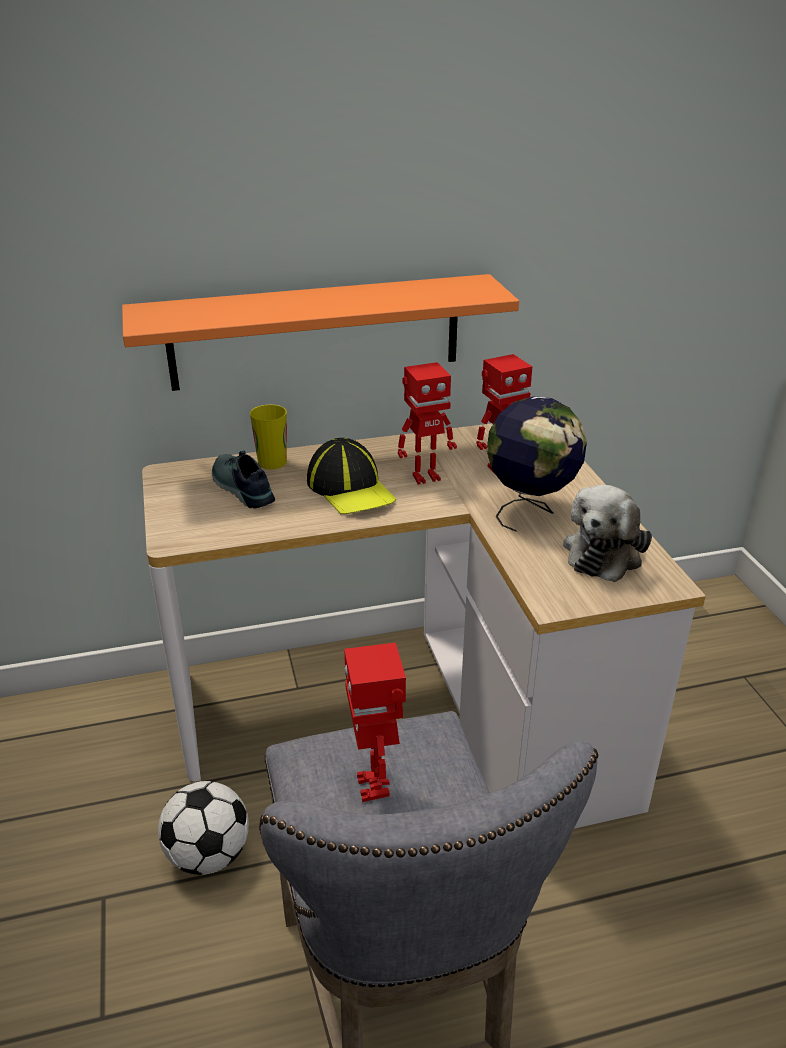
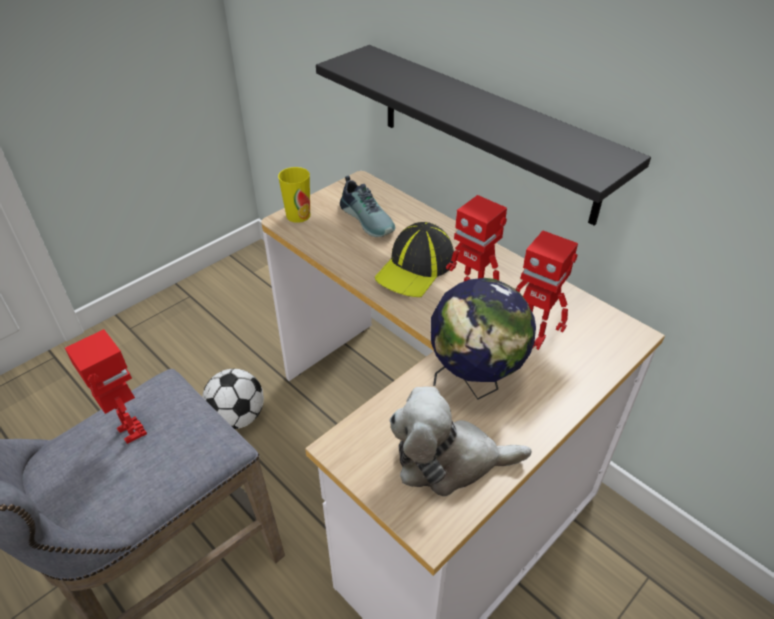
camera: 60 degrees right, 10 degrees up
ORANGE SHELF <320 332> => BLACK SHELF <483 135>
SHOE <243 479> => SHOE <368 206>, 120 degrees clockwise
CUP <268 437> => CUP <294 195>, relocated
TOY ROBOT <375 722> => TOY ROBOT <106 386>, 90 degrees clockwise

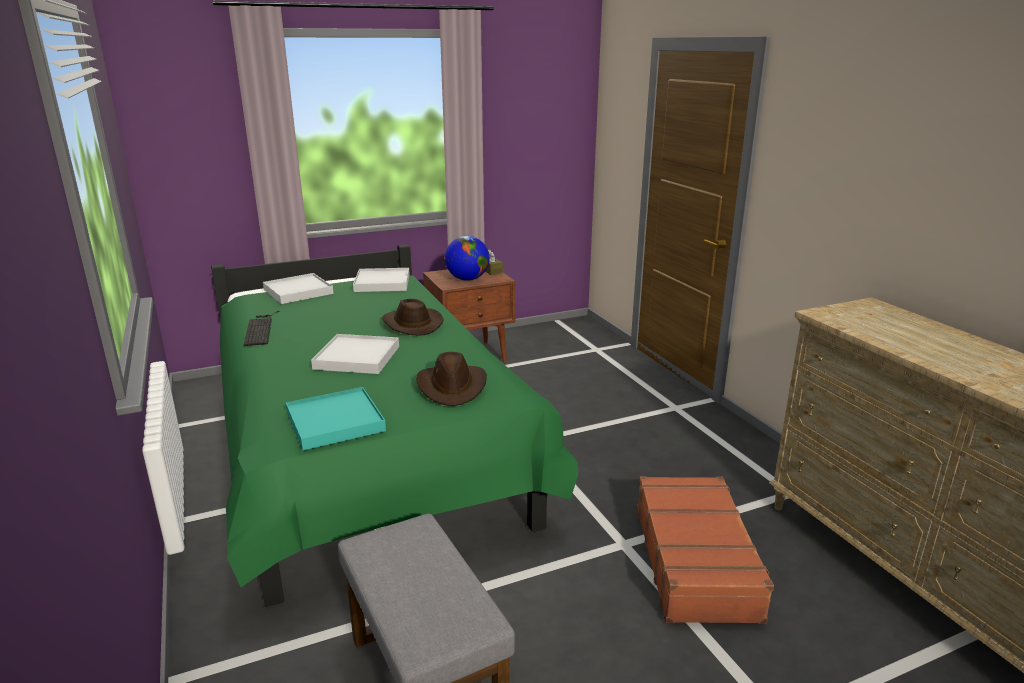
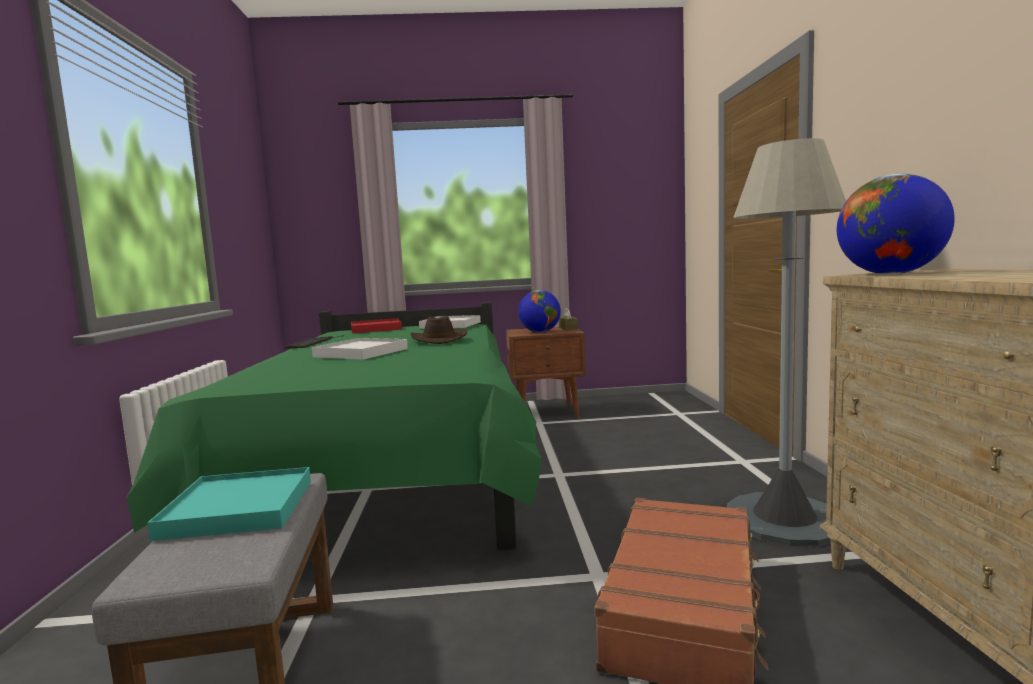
camera: 20 degrees right, 15 degrees down
WHITE TRAY <298 288> => RED TRAY <376 325>
TURQUOISE TRAY <336 418> => TURQUOISE TRAY <229 504>, relocated
BROWN HAT <451 379> => nothing
nothing => GREY FLOOR LAMP <786 342>
nothing => GLOBE <896 224>

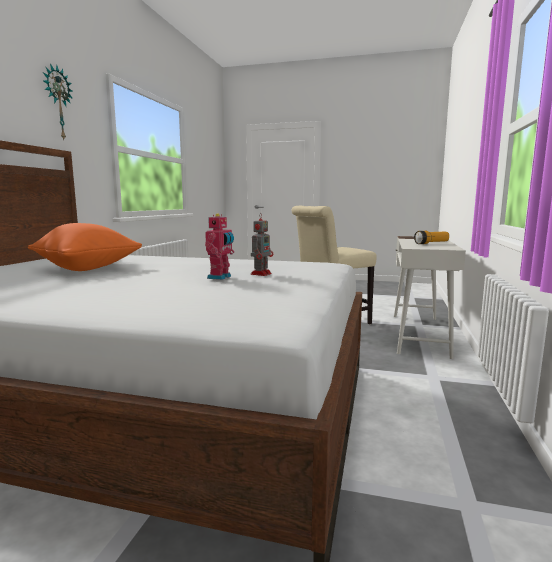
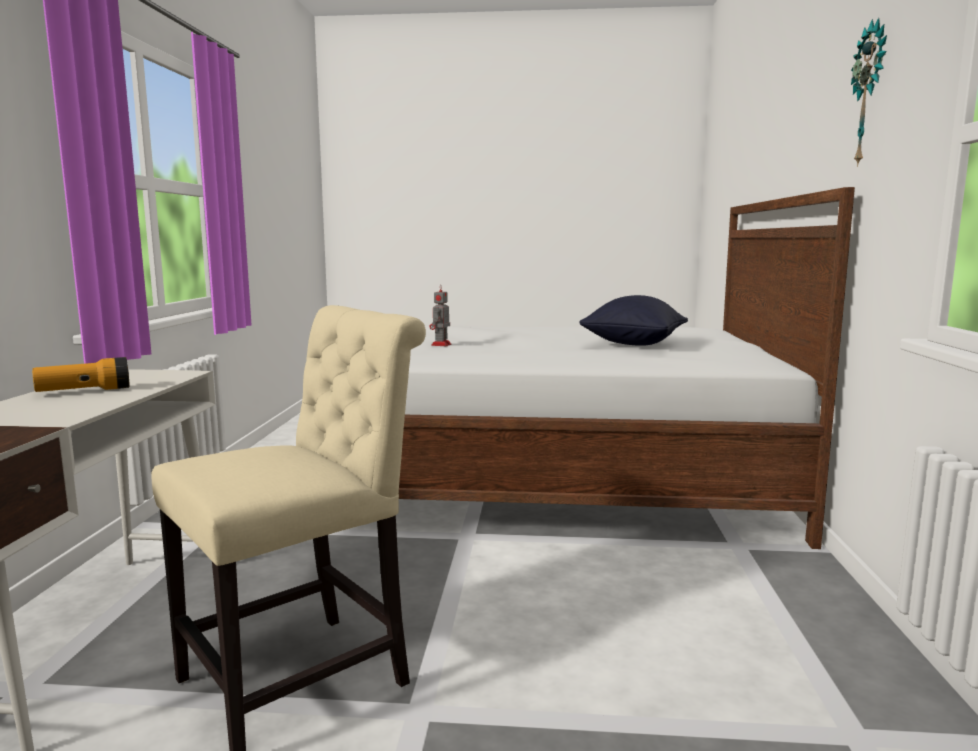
camera: 170 degrees right, 0 degrees up
ORANGE PILLOW <85 247> => BLACK PILLOW <633 320>
TOY ROBOT <219 246> => nothing

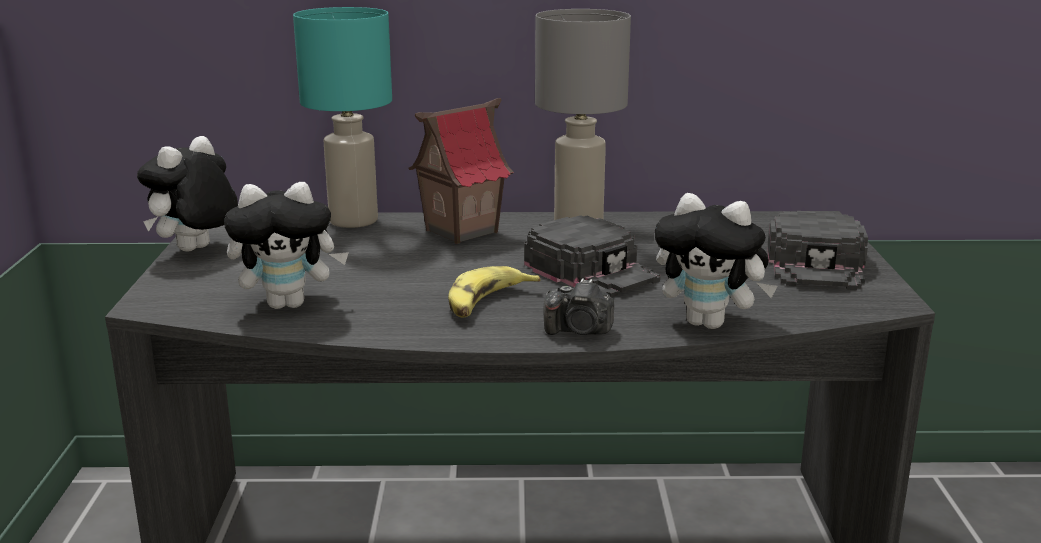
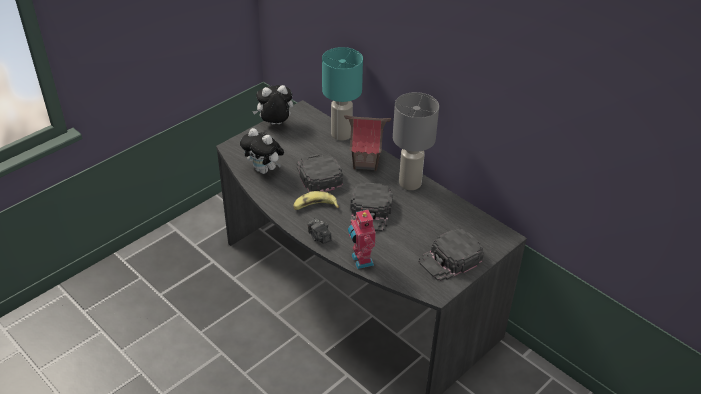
camera: 45 degrees right, 20 degrees up
PLUSH TOY <716 261> => TOY ROBOT <362 238>
nothing => BLACK CAP <320 173>

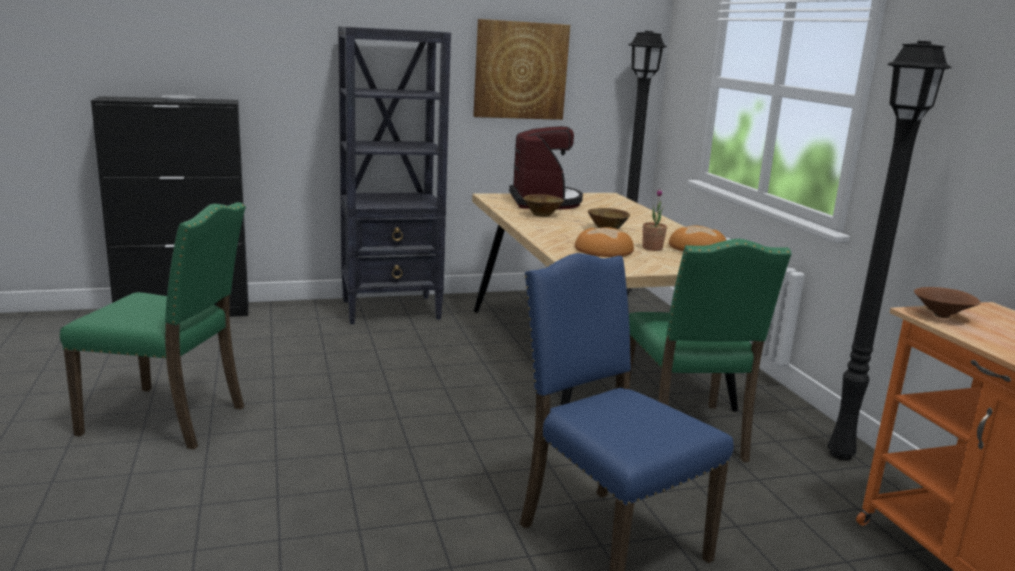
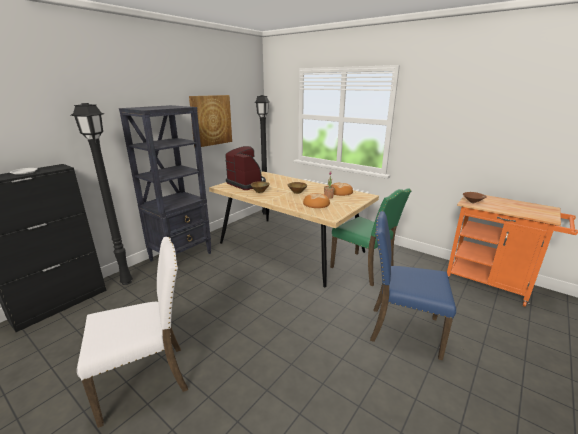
camera: 35 degrees left, 5 degrees up
GREEN CHAIR <153 325> => WHITE CHAIR <132 332>
BLACK FLOOR LAMP <889 250> => BLACK FLOOR LAMP <102 194>, relocated

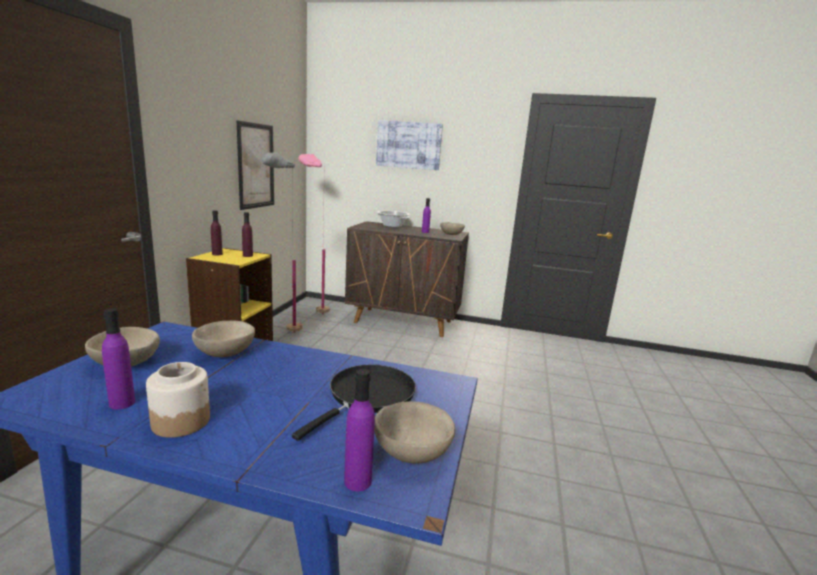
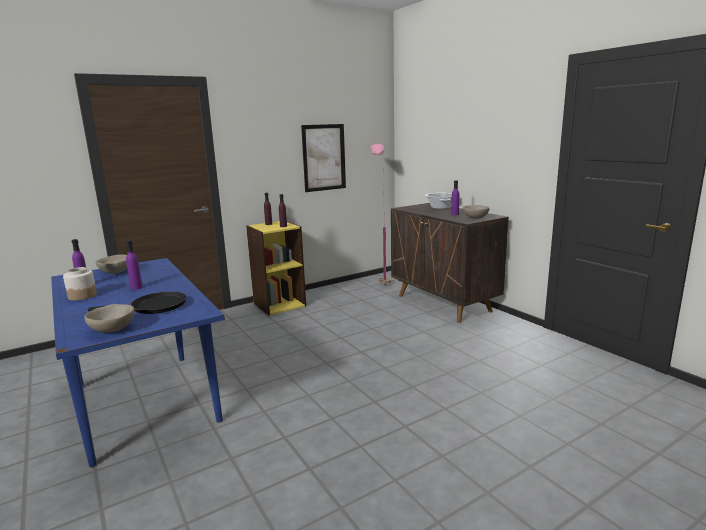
camera: 45 degrees right, 0 degrees up
BEIGE BOWL <223 339> => nothing
GREY FLOOR LAMP <282 242> => nothing
PURPLE BOTTLE <359 430> => PURPLE BOTTLE <134 265>, relocated
PICTURE <409 145> => nothing

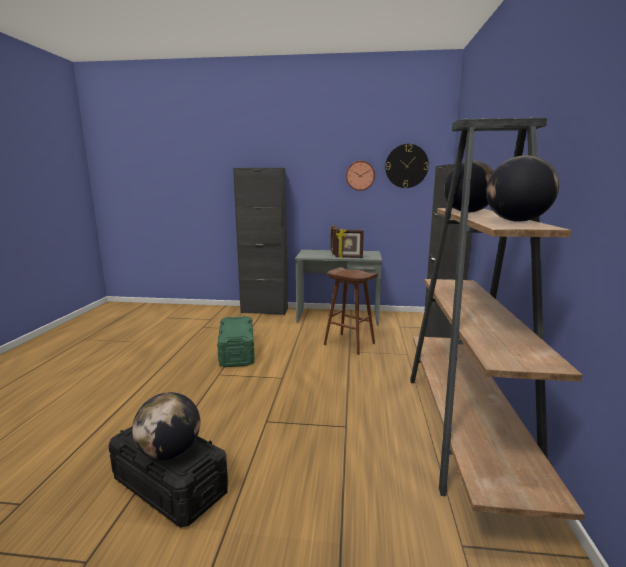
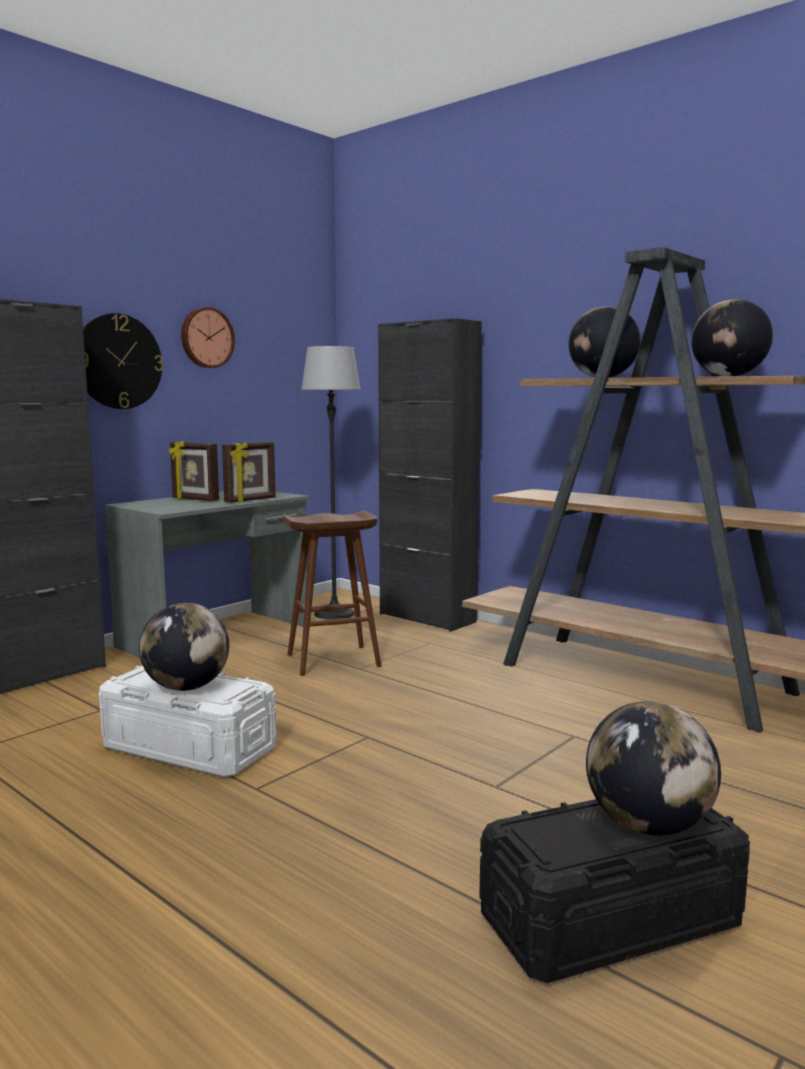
camera: 55 degrees left, 5 degrees down
GREEN STORAGE BOX <236 341> => WHITE STORAGE BOX <188 721>
WALL CLOCK <407 166> => WALL CLOCK <123 361>, relocated
nothing => GLOBE <184 647>
nothing => FLOOR LAMP <331 483>

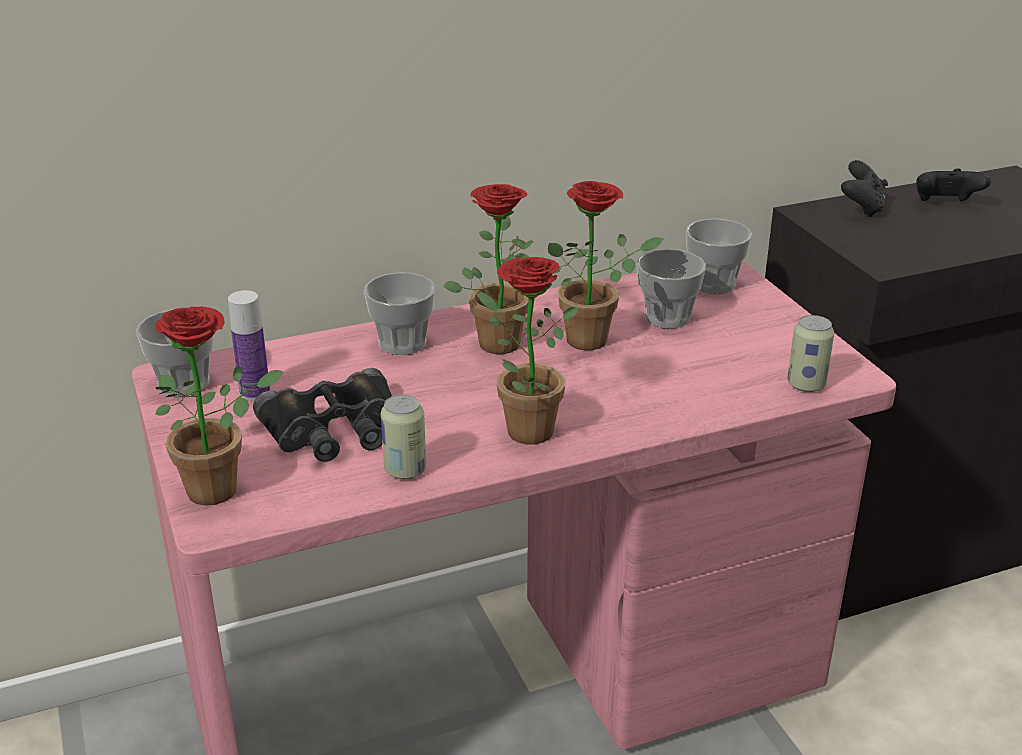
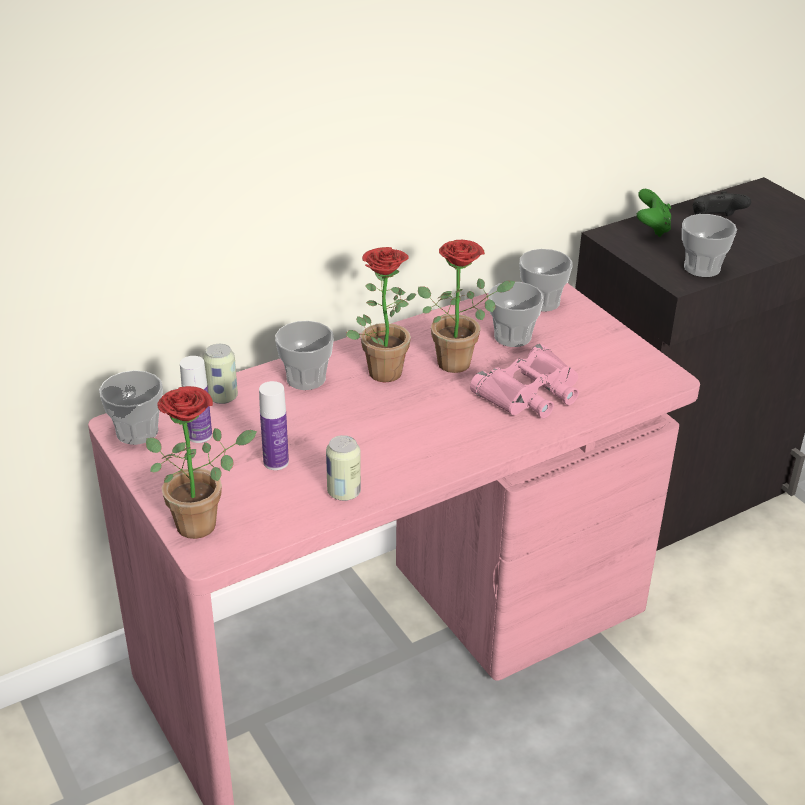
camera: 10 degrees left, 5 degrees up
BLACK BINOCULARS <322 415> => BOTTLE <274 425>
POTTED PLANT <528 351> => nothing
CAN <810 353> => CAN <220 374>, relocated
BLACK GAME CONTROLLER <864 188> => GREEN GAME CONTROLLER <654 213>
nothing => PINK BINOCULARS <524 381>
nothing => CUP <709 245>

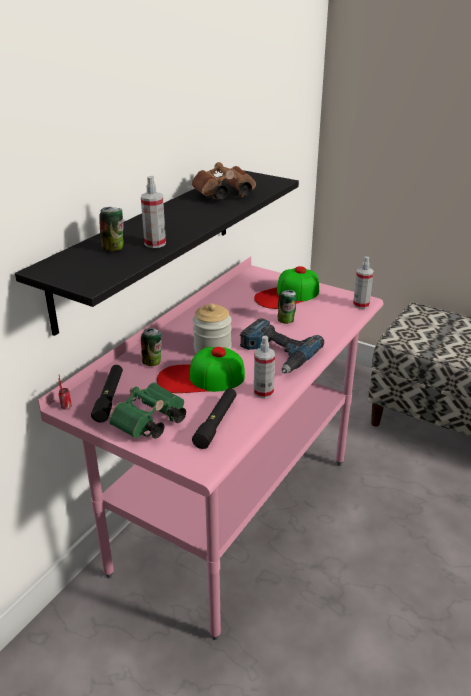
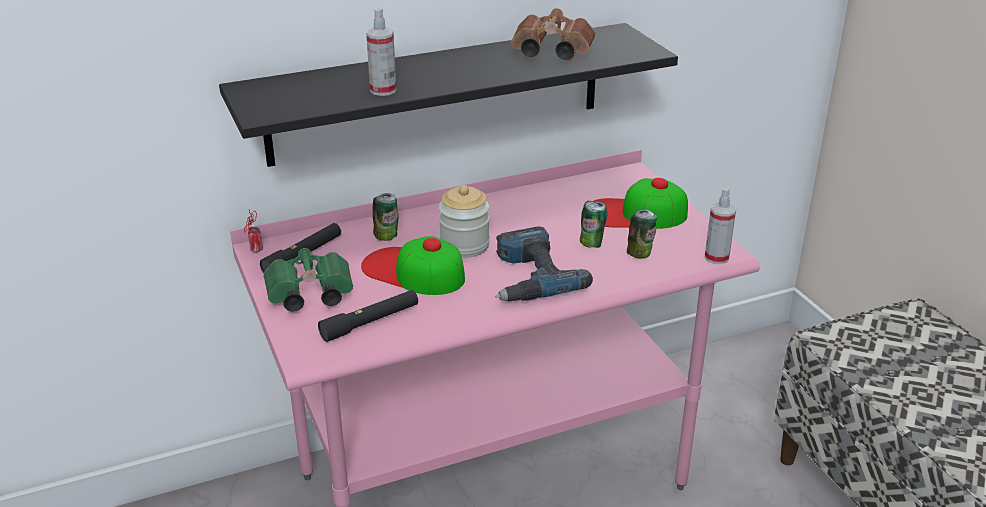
camera: 35 degrees right, 0 degrees up
CAN <111 229> => CAN <642 233>, relocated
SPRAY BOTTLE <264 367> => nothing

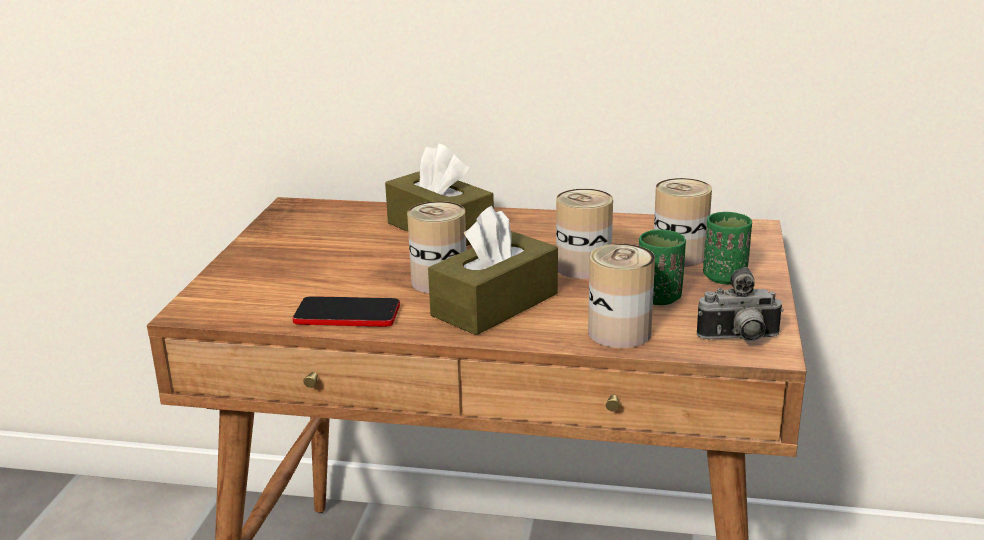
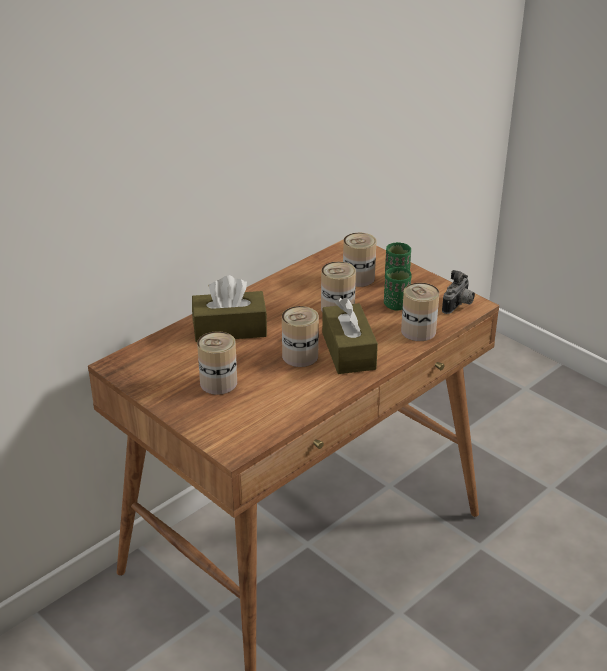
camera: 55 degrees left, 10 degrees up
PHONE <346 311> => nothing
nothing => CAN <217 363>

